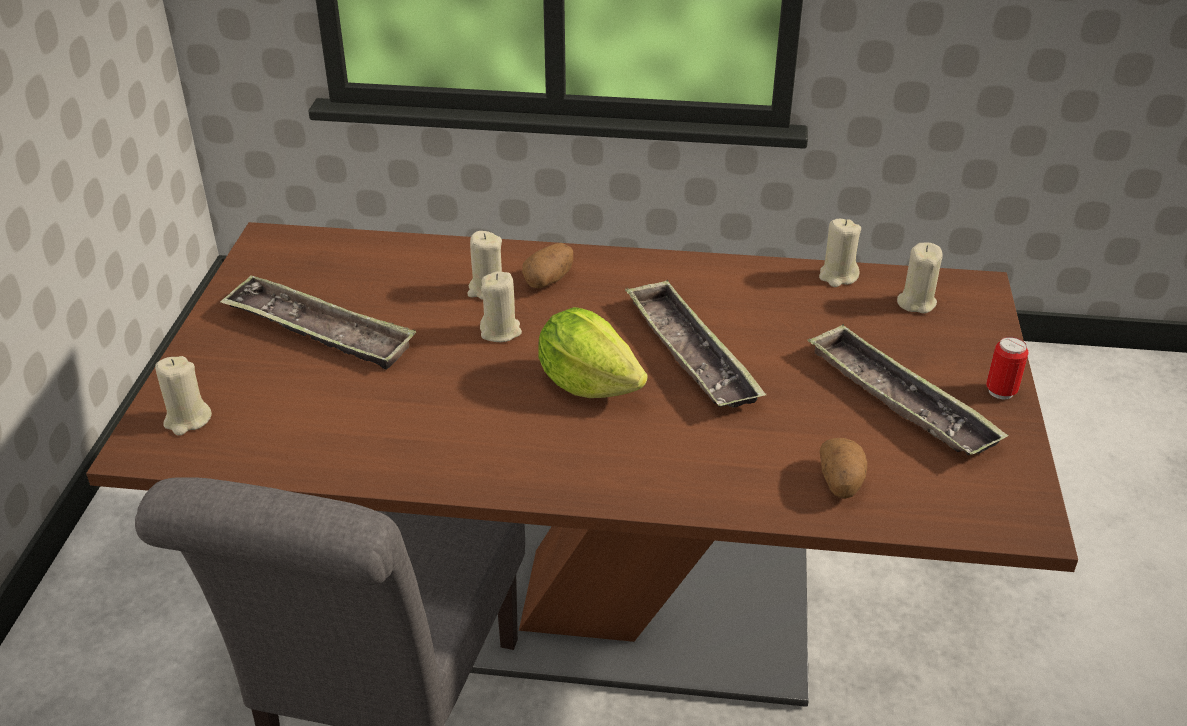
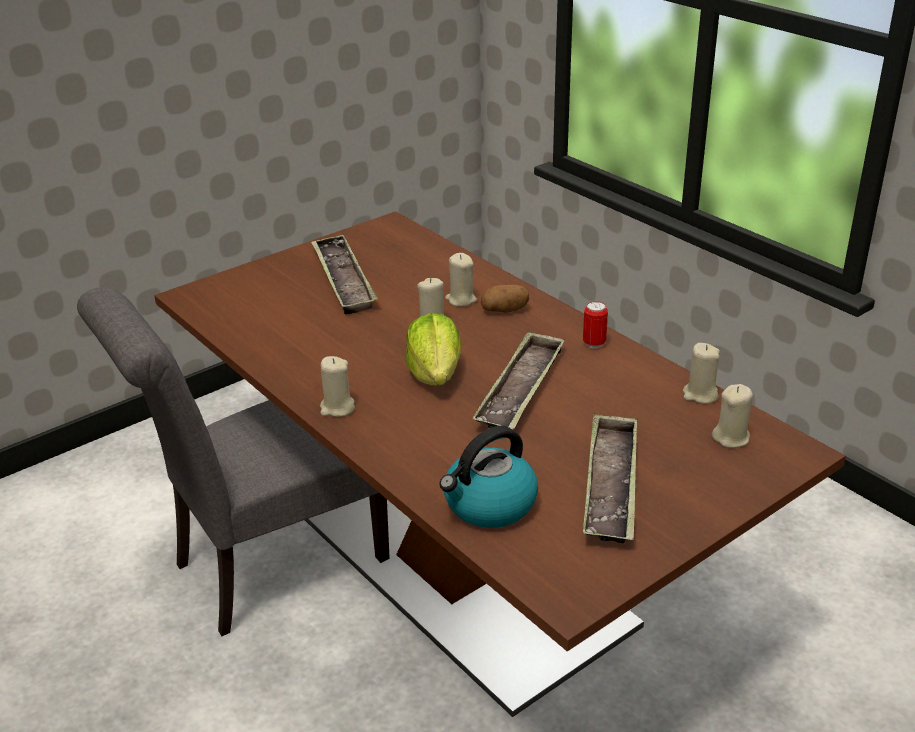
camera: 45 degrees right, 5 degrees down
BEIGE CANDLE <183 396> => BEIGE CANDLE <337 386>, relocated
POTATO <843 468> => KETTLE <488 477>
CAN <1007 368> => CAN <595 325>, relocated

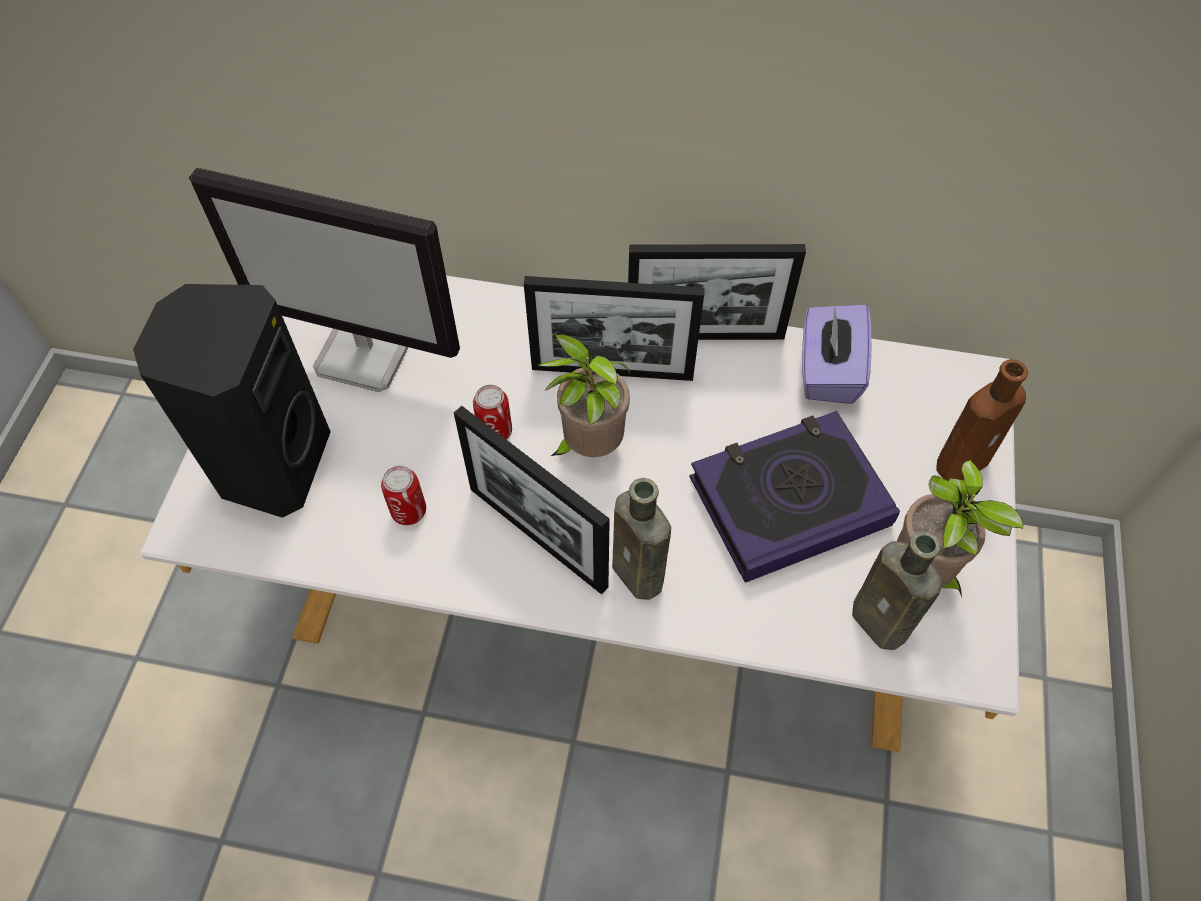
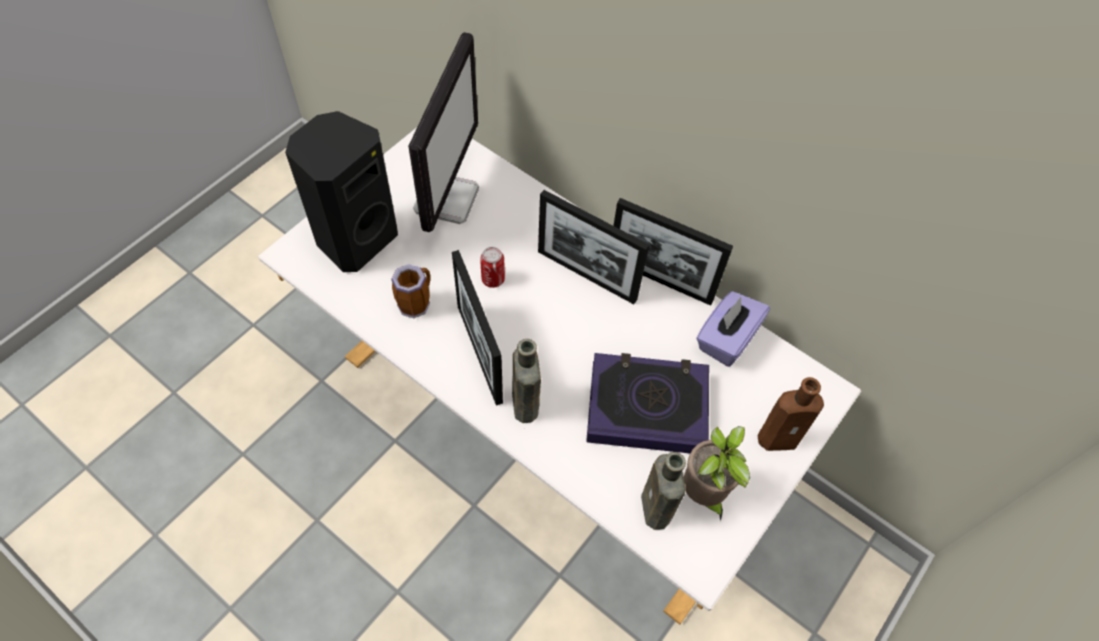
camera: 25 degrees right, 0 degrees up
MONITOR <324 280> => MONITOR <443 132>, 120 degrees counterclockwise
CAN <403 495> => MUG <411 291>
POTTED PLANT <584 395> => nothing

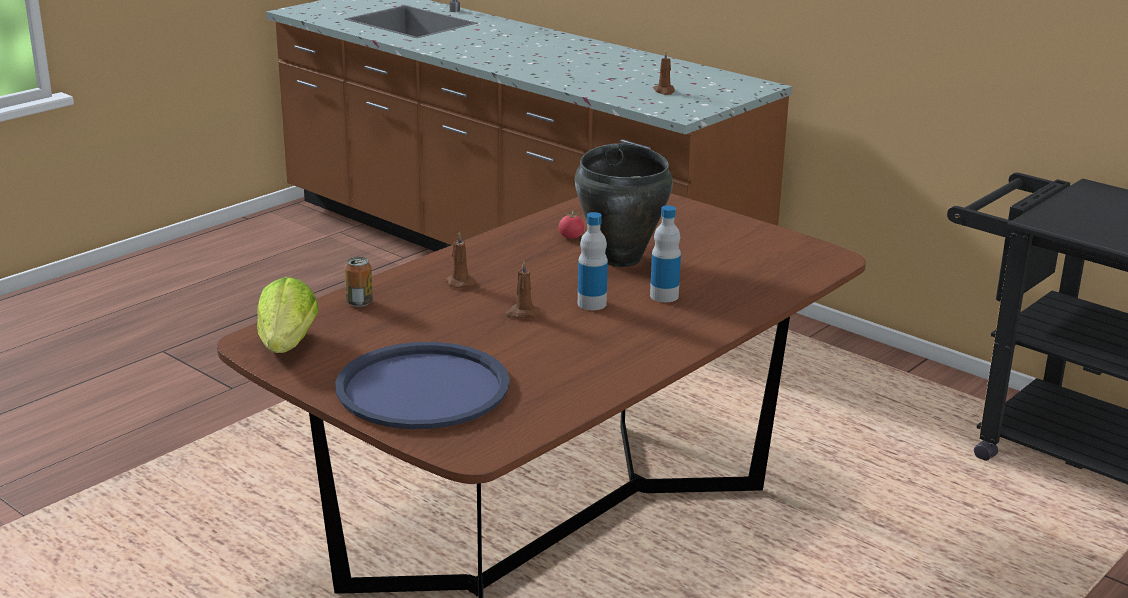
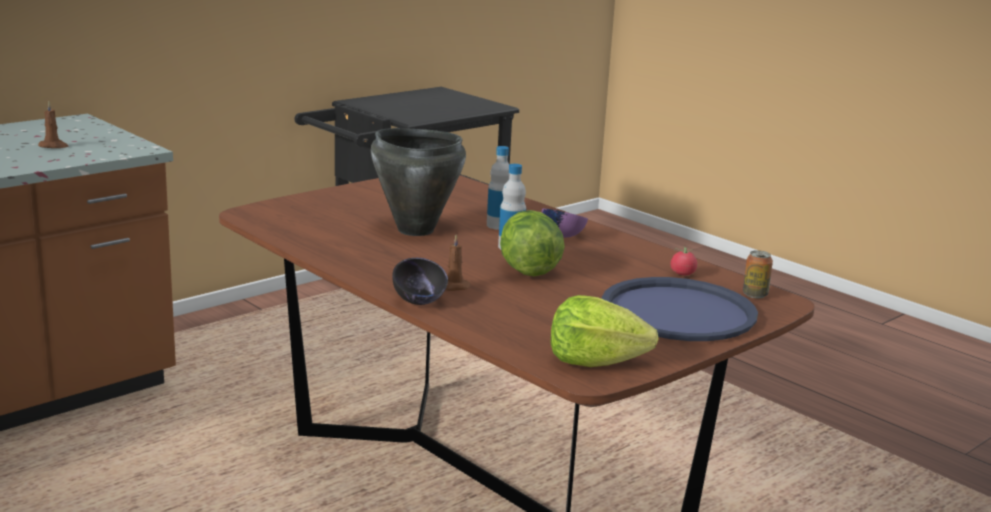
camera: 85 degrees left, 5 degrees down
CAN <359 282> => CAN <758 274>, relocated
BROWN CANDLE <522 290> => LETTUCE <532 243>
TOMATO <571 225> => TOMATO <684 260>, relocated
nothing => BLACK BOWL <420 281>
nothing => PURPLE BOWL <565 223>

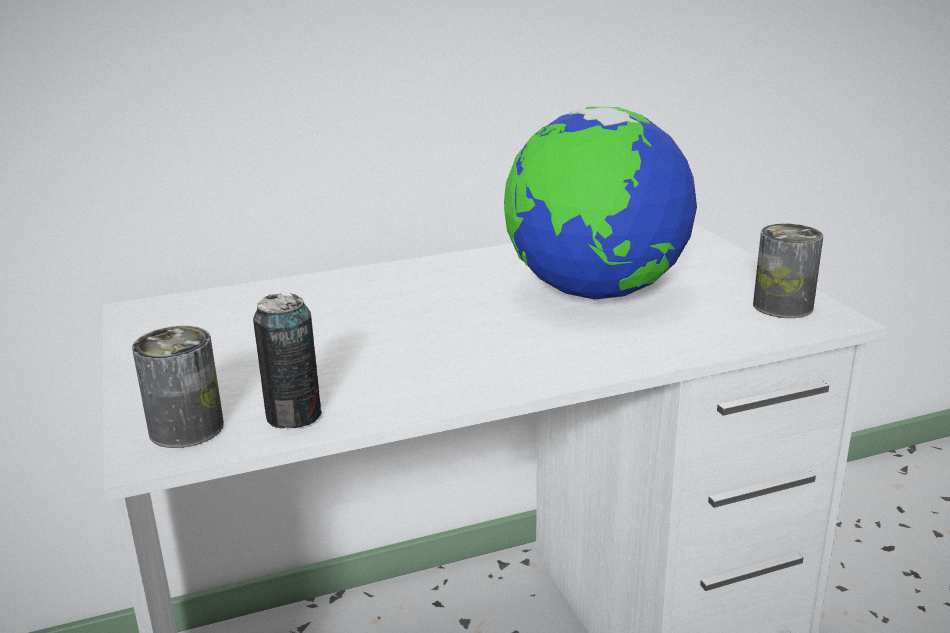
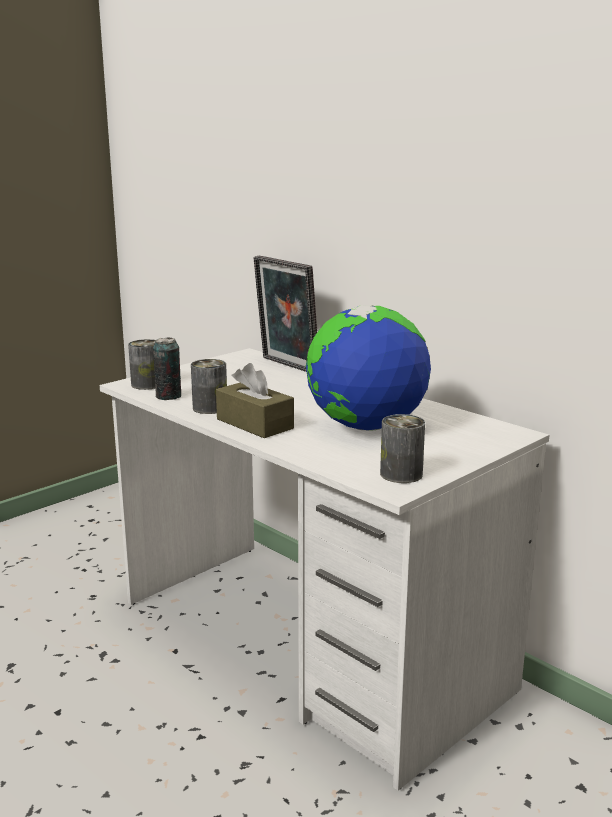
camera: 65 degrees right, 5 degrees down
nothing => CAN <209 386>
nothing => BROWN TISSUE BOX <255 400>
nothing => PICTURE FRAME <285 314>

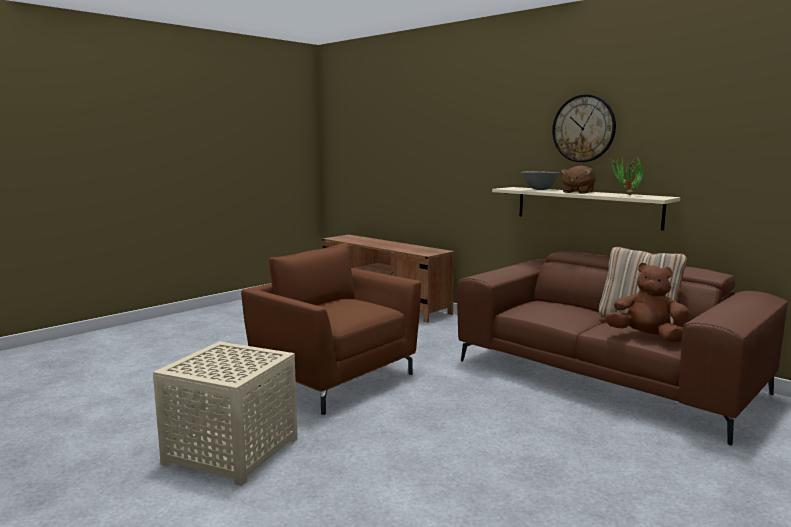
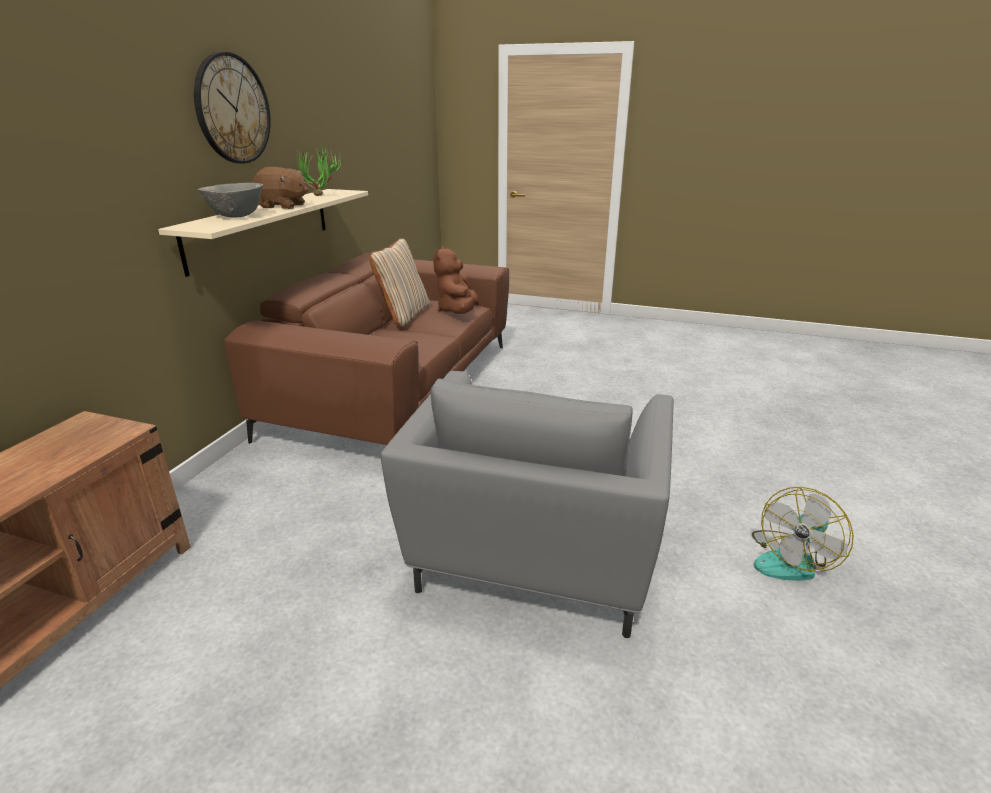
camera: 115 degrees left, 15 degrees up
BEIGE SIDE TABLE <225 414> => FAN <803 534>
BROWN ARMCHAIR <331 329> => GREY ARMCHAIR <527 504>

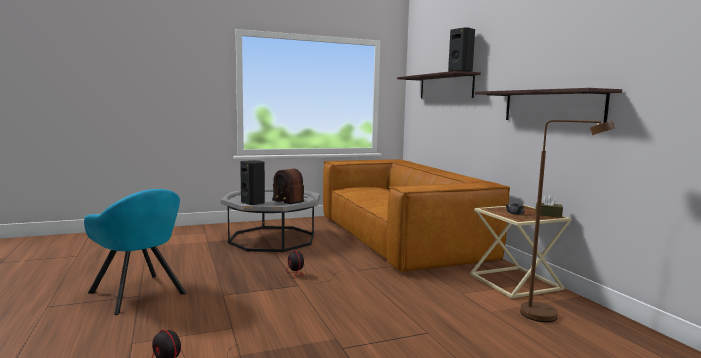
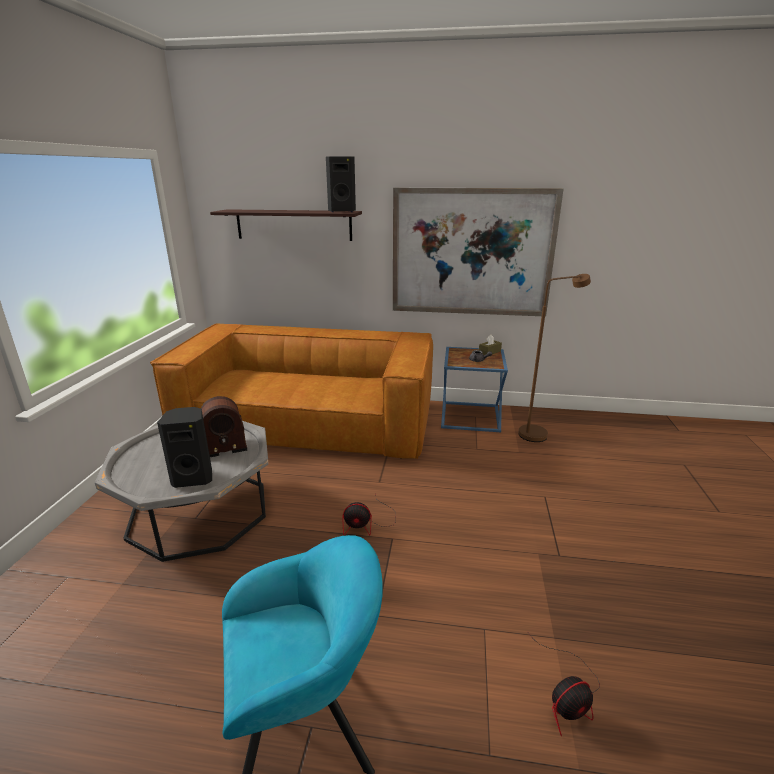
camera: 60 degrees left, 15 degrees up
BEIGE SIDE TABLE <521 252> => BLUE SIDE TABLE <474 389>
SHELF <548 105> => PICTURE <478 252>

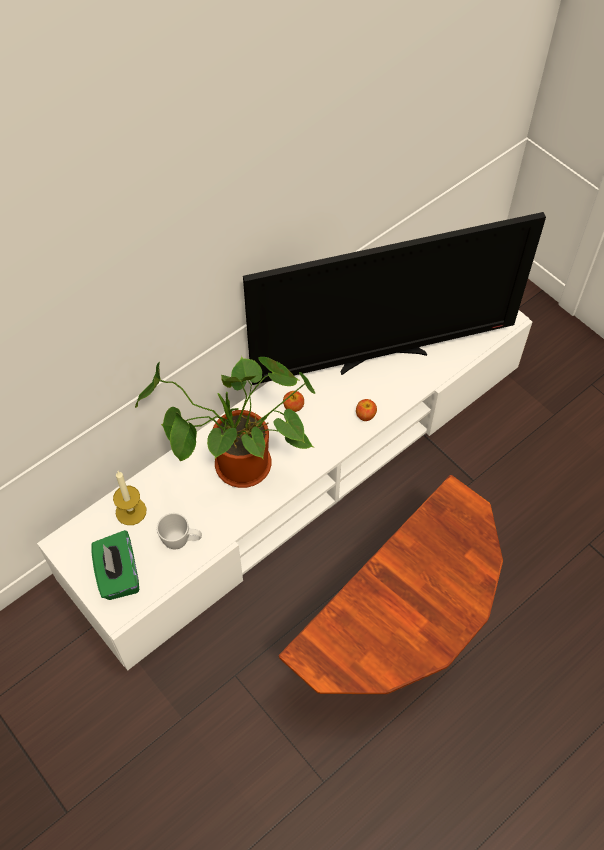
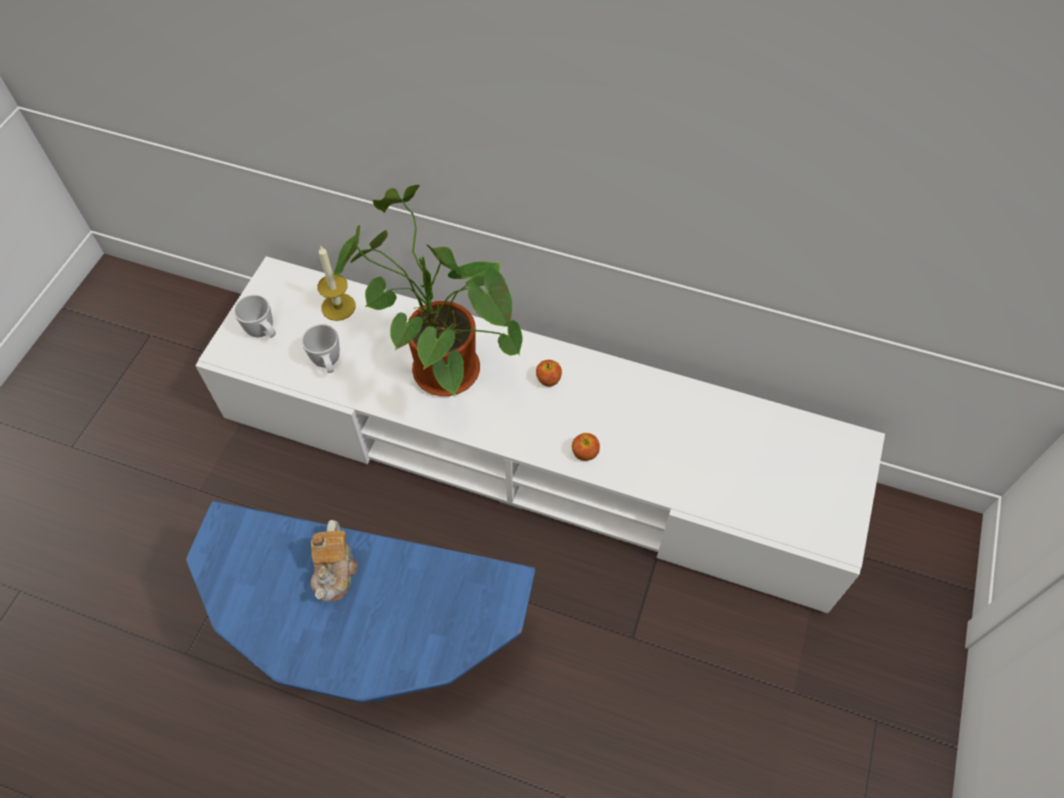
camera: 60 degrees right, 0 degrees up
GREEN TISSUE BOX <115 565> => WHITE MUG <255 316>
TELEVISION <394 298> => nothing
BROWN SIDE TABLE <391 584> => BLUE SIDE TABLE <360 601>
nothing => TEAPOT <333 561>

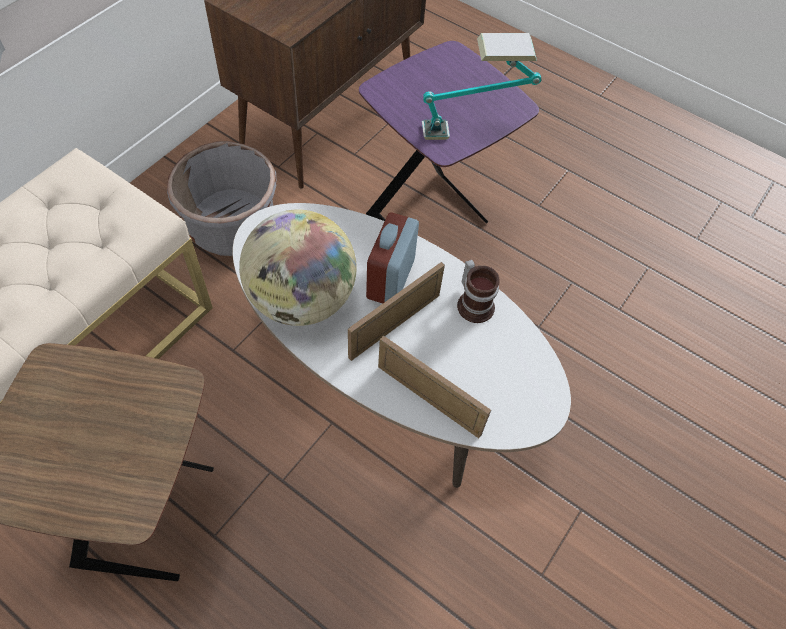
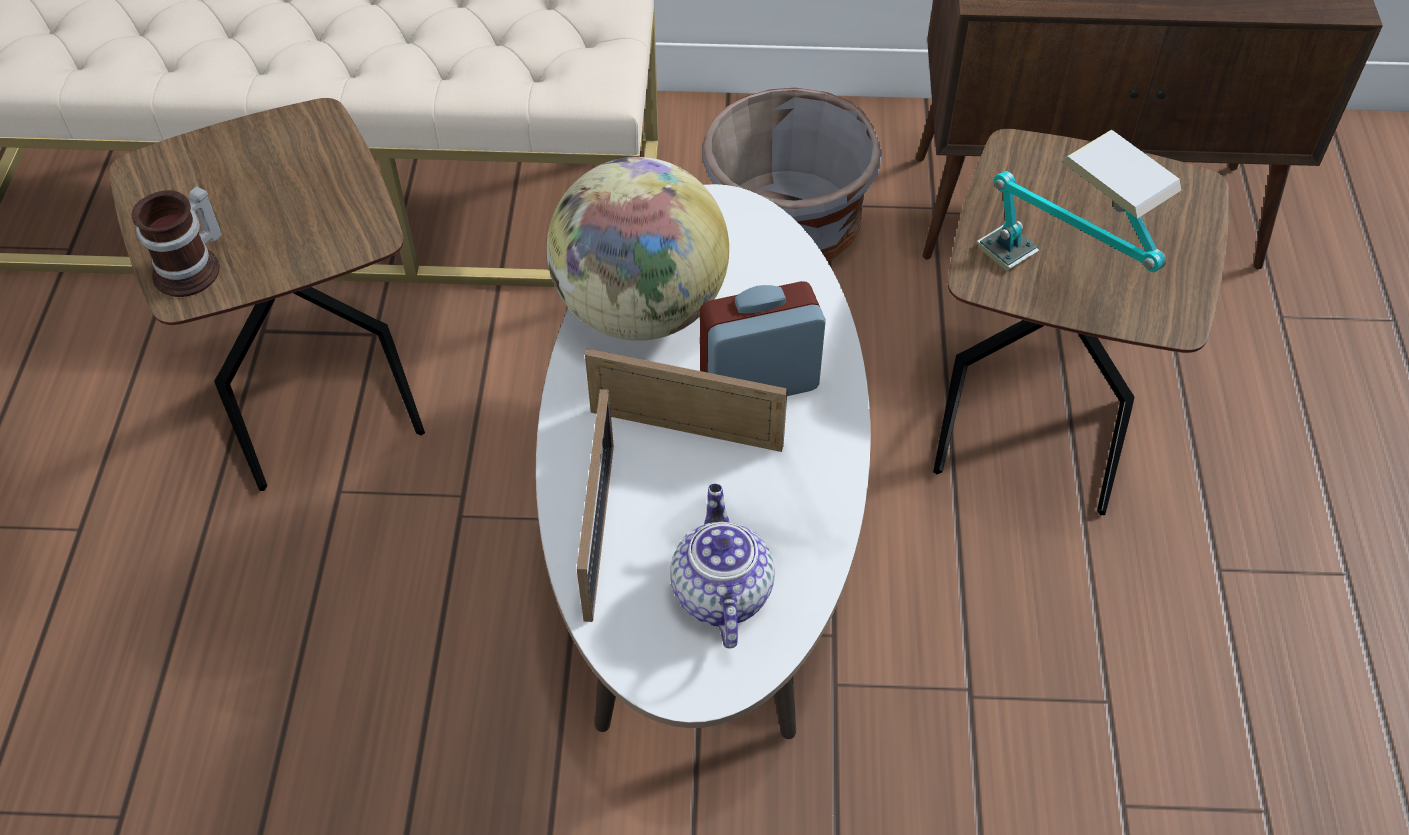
camera: 60 degrees right, 5 degrees down
PURPLE SIDE TABLE <449 132> => BROWN SIDE TABLE <1081 322>
MUG <478 291> => MUG <177 241>, relocated
nothing => TEAPOT <722 566>

